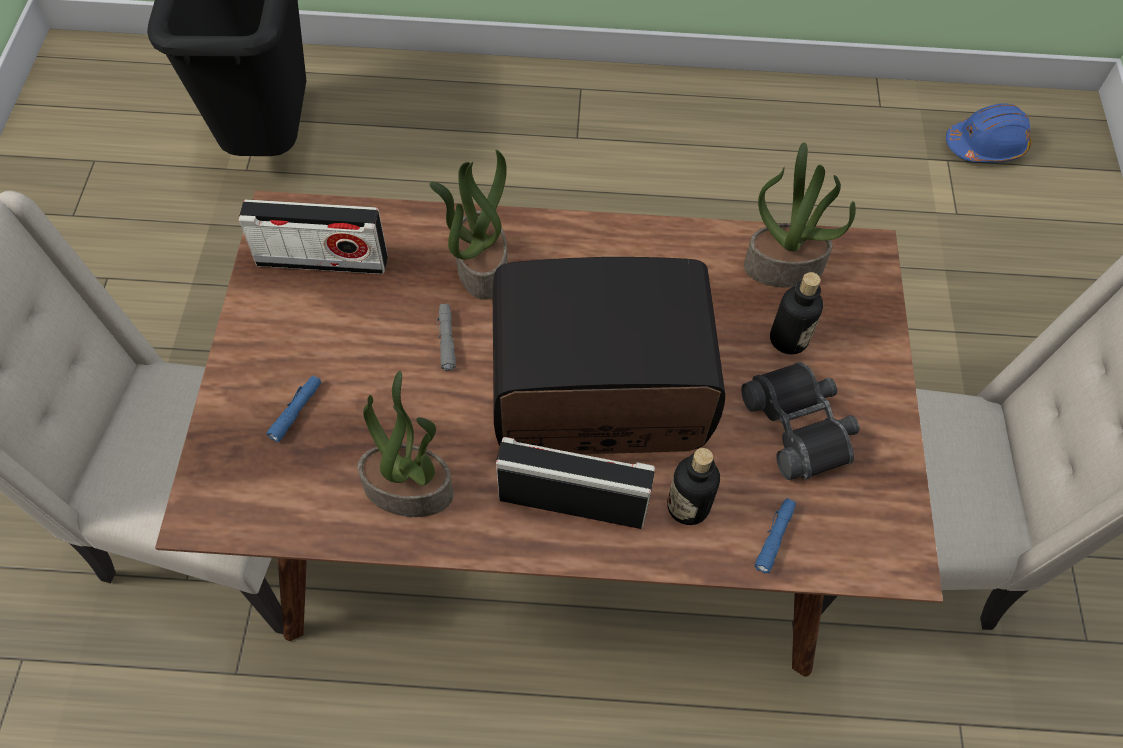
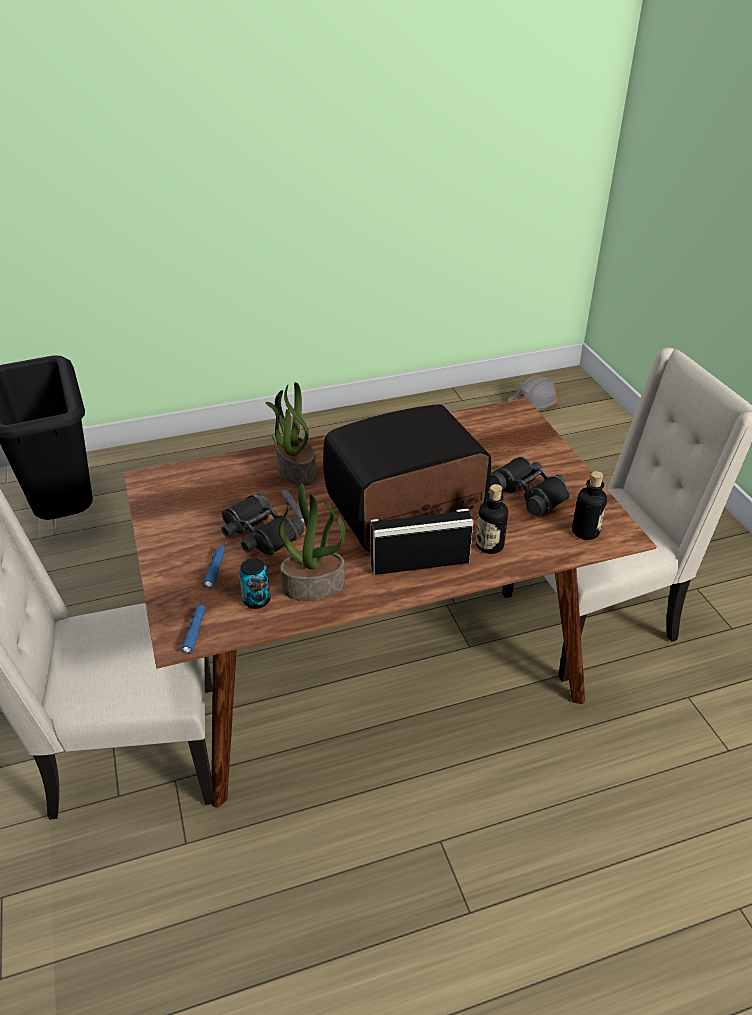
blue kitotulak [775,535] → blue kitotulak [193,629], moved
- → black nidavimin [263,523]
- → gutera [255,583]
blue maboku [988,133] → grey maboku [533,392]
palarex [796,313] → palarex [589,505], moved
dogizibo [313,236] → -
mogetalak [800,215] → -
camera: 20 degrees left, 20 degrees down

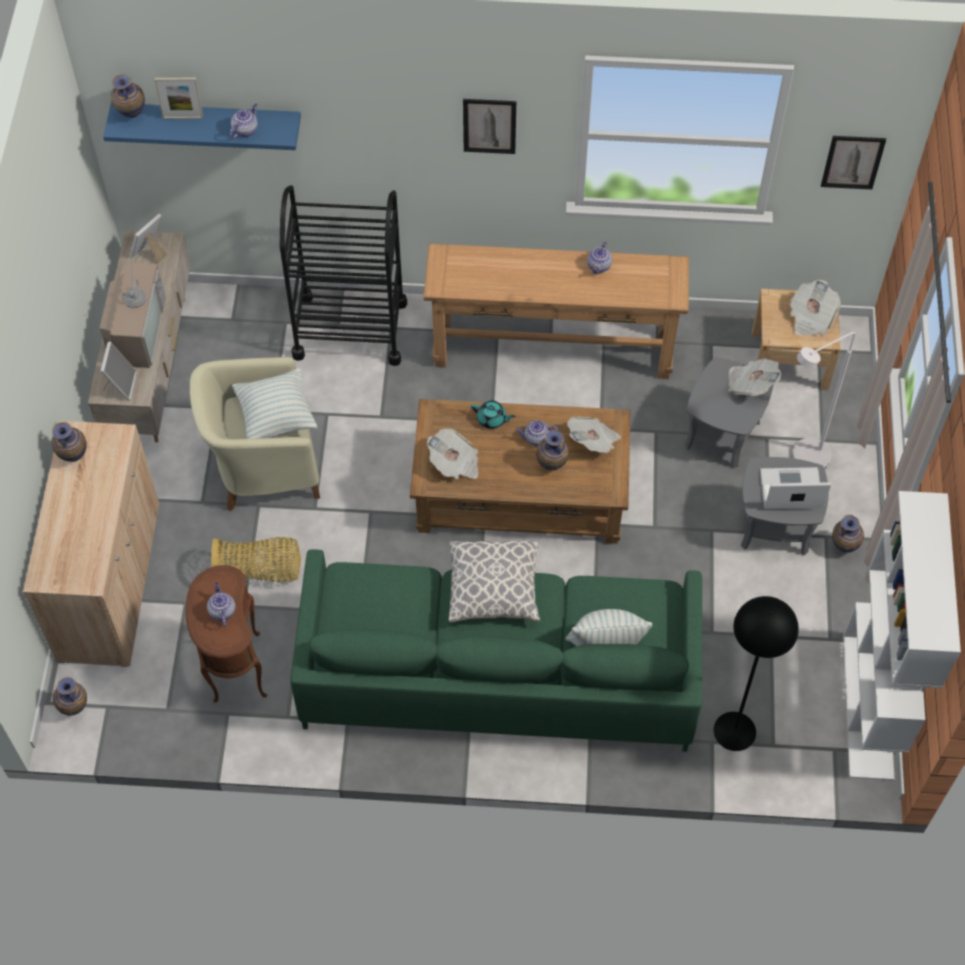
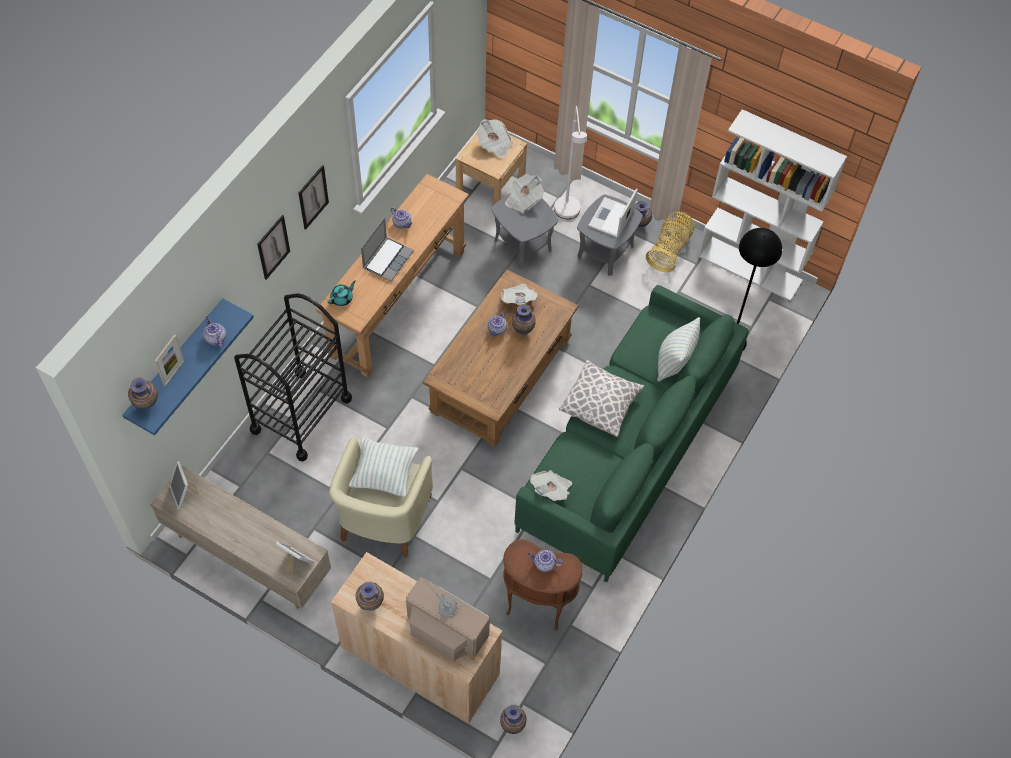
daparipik [853,162] → daparipik [273,247], moved
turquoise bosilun [493,414] → turquoise bosilun [342,293], moved
- → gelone [387,249]
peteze [133,307] → peteze [448,619], moved
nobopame [452,453] → nobopame [551,485], moved
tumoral [256,560] → tumoral [670,241], moved
camera: 65 degrees left, 0 degrees up

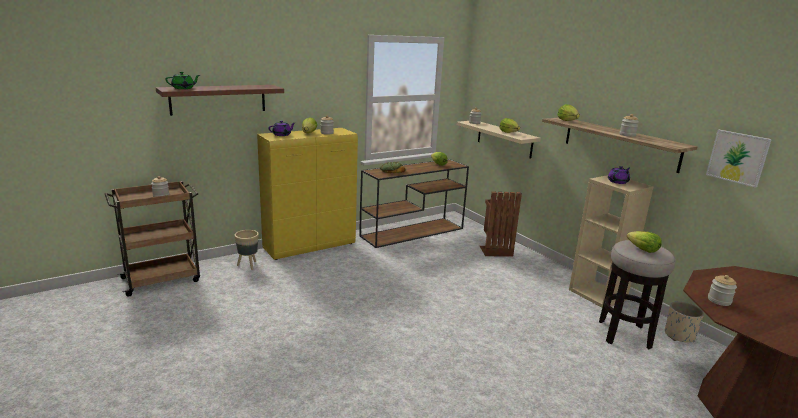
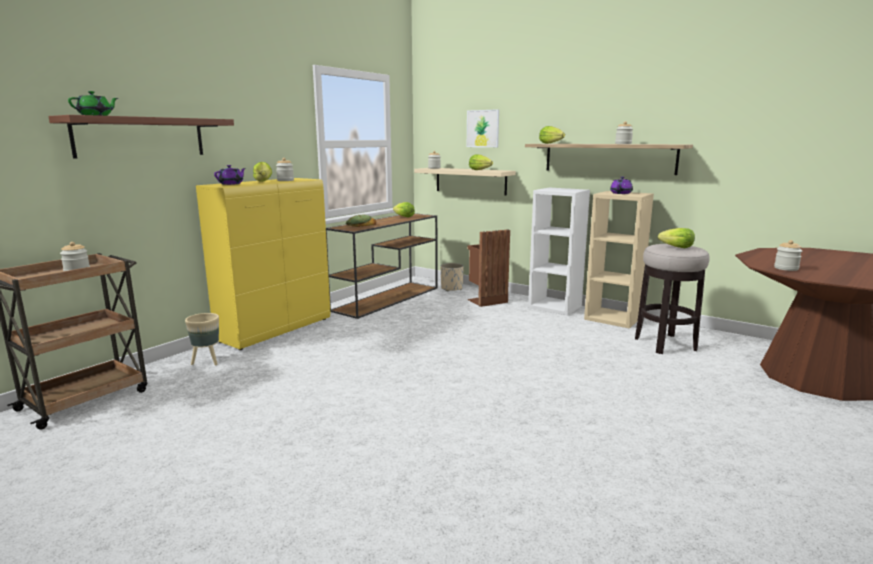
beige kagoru [684,322] → beige kagoru [452,277], moved
daparipik [739,159] → daparipik [483,128], moved
- → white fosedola [559,251]
camera: 20 degrees left, 5 degrees down

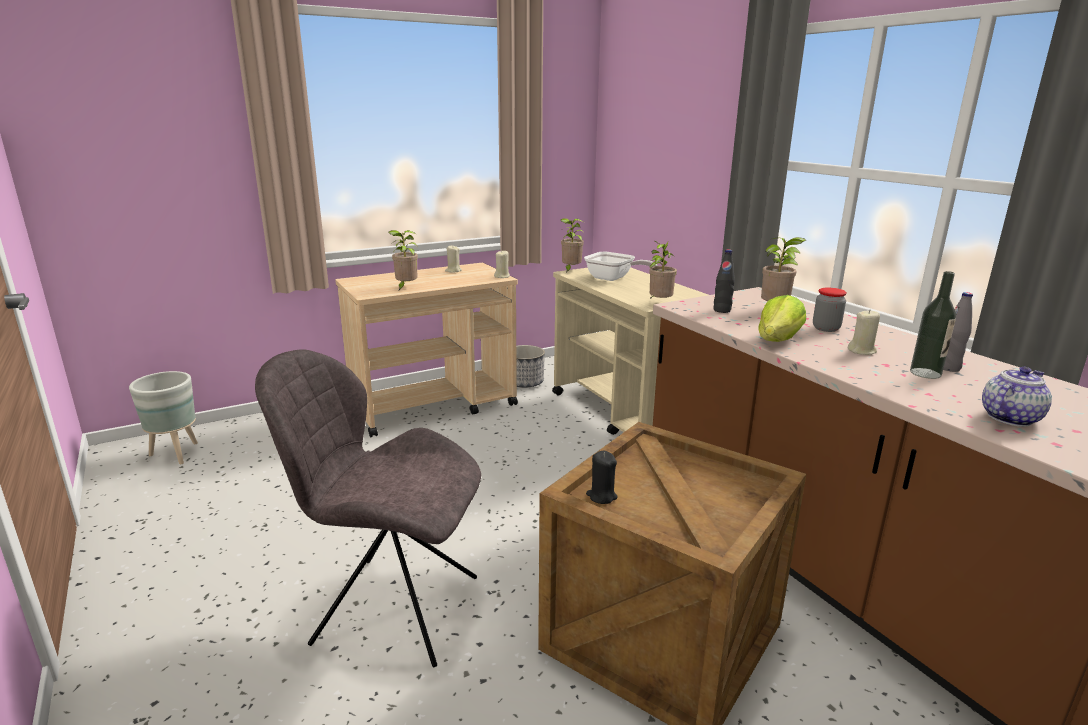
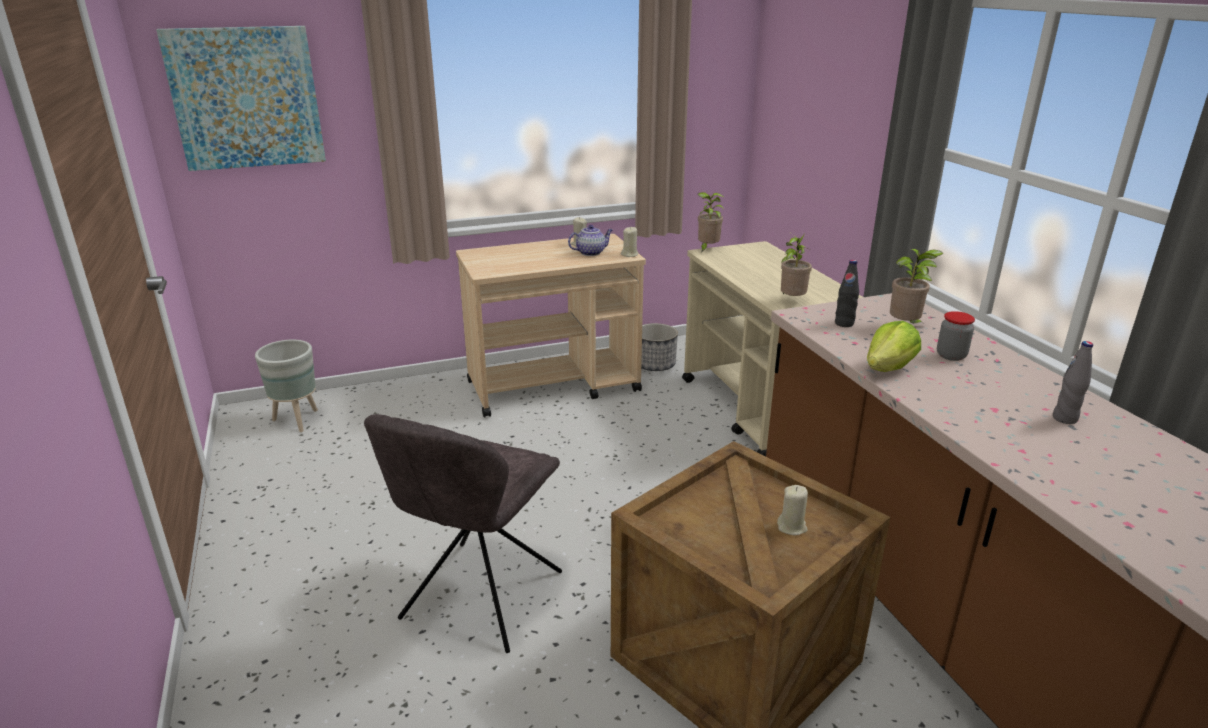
- → daparipik [241,98]
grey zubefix [368,508] → grey zubefix [463,533], 90 degrees counterclockwise
bosilun [1017,397] → bosilun [590,240], moved
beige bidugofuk [864,332] → beige bidugofuk [792,510], moved
mogetalak [403,260] → -
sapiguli [620,266] → -
black bidugofuk [602,477] → -
palarex [933,325] → -
camera: 10 degrees right, 5 degrees up

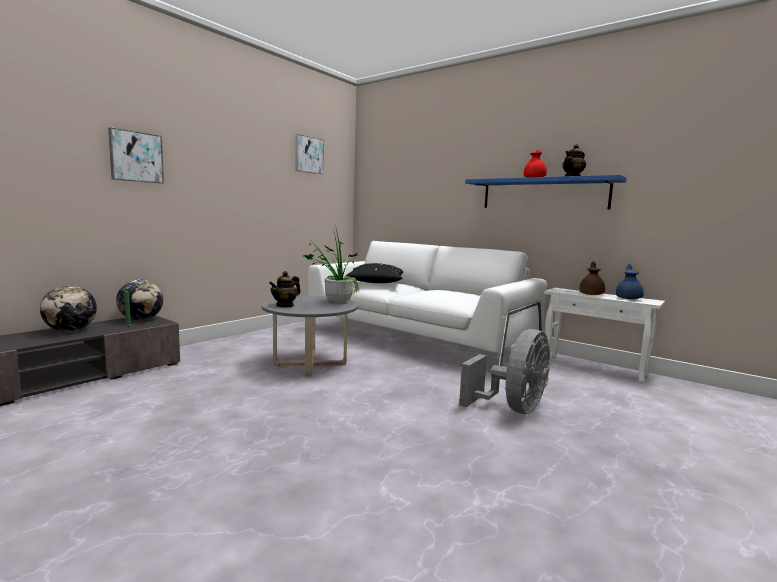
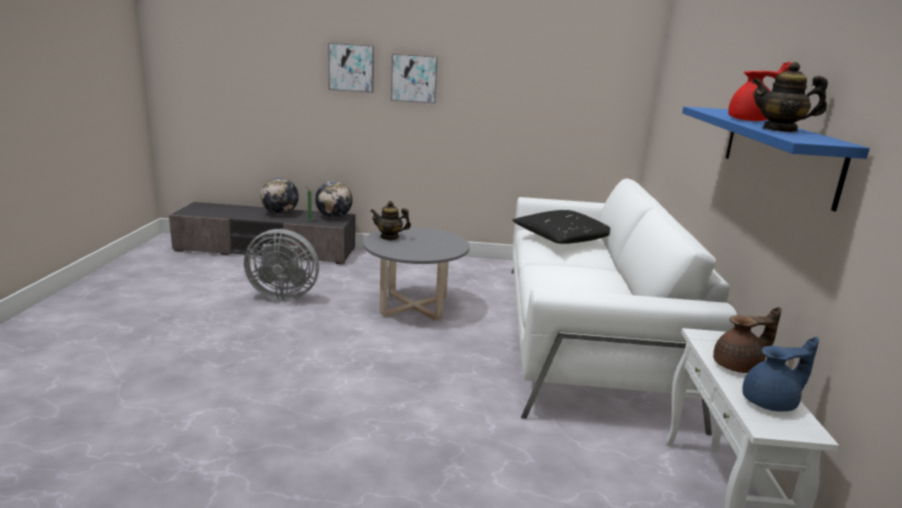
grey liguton [505,371] → grey liguton [281,265], moved
daparipik [309,154] → daparipik [414,79], moved
mogetalak [331,264] → -
camera: 55 degrees right, 10 degrees up

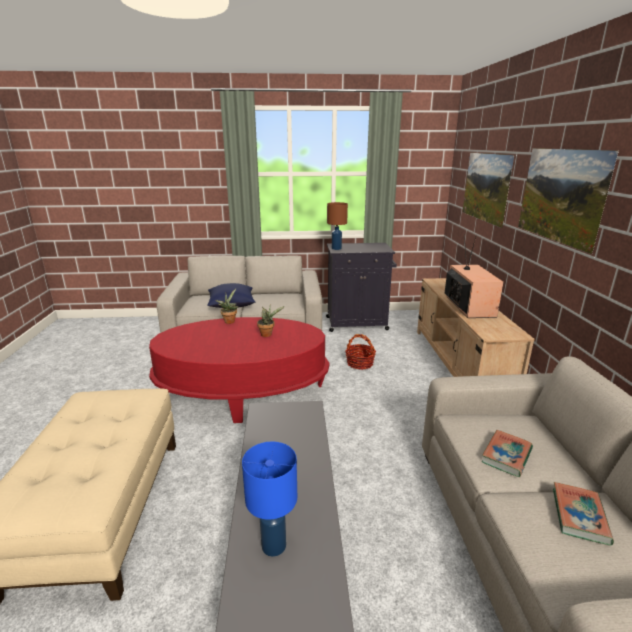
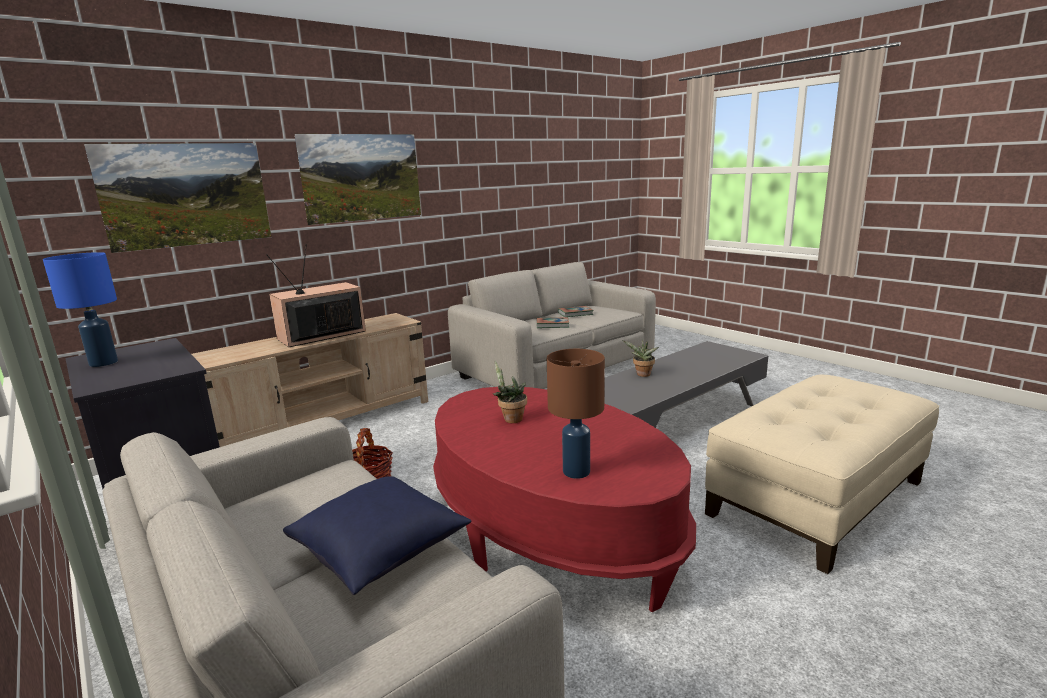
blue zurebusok [269,499] → blue zurebusok [80,309], moved
brown zurebusok [337,226] → brown zurebusok [576,414], moved
mogetalak [226,306] → mogetalak [640,358], moved
camera: 125 degrees left, 5 degrees down

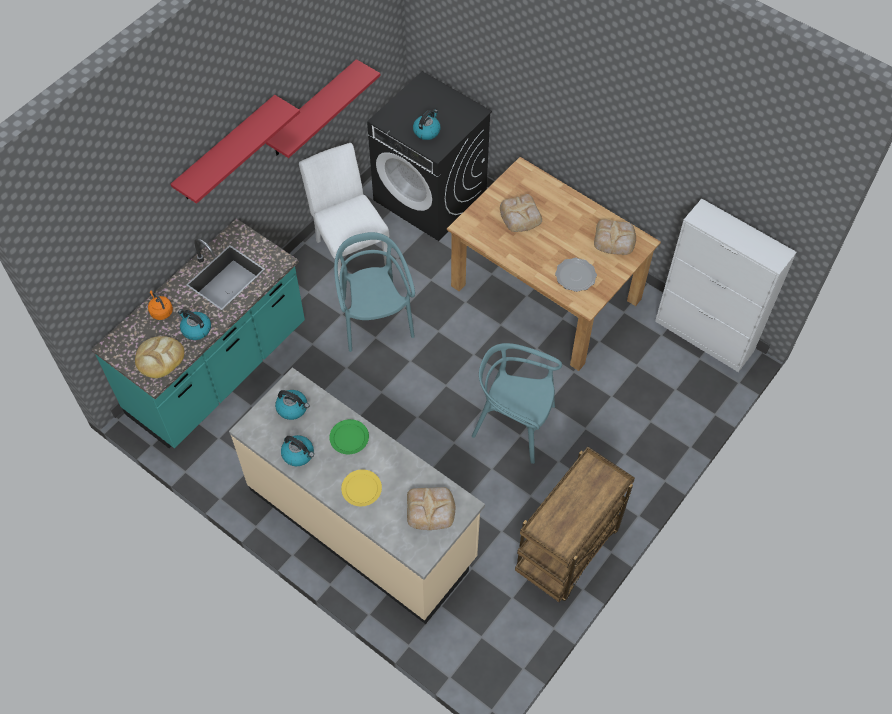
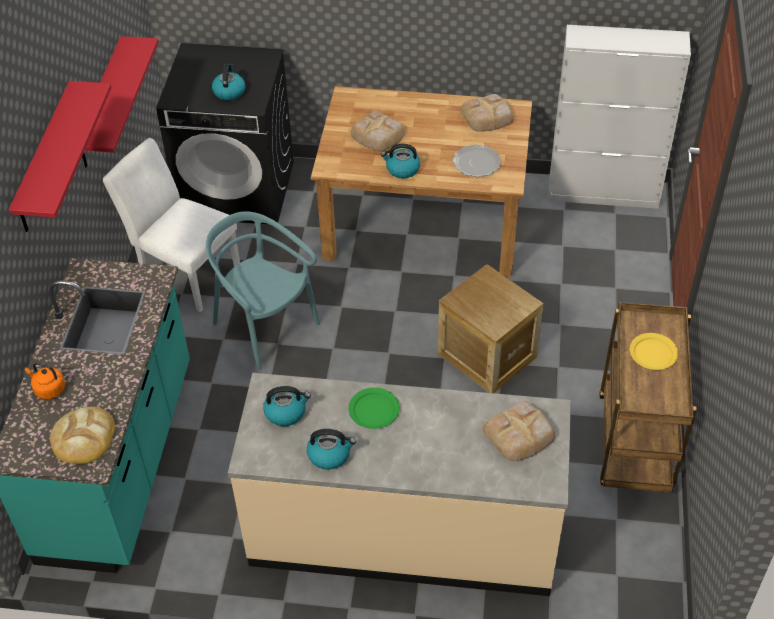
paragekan [194,324] → paragekan [400,161], moved
turquoise zubefix [517,403] → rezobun [491,328]
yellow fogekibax [361,488] → yellow fogekibax [654,351], moved
camera: 30 degrees left, 10 degrees down

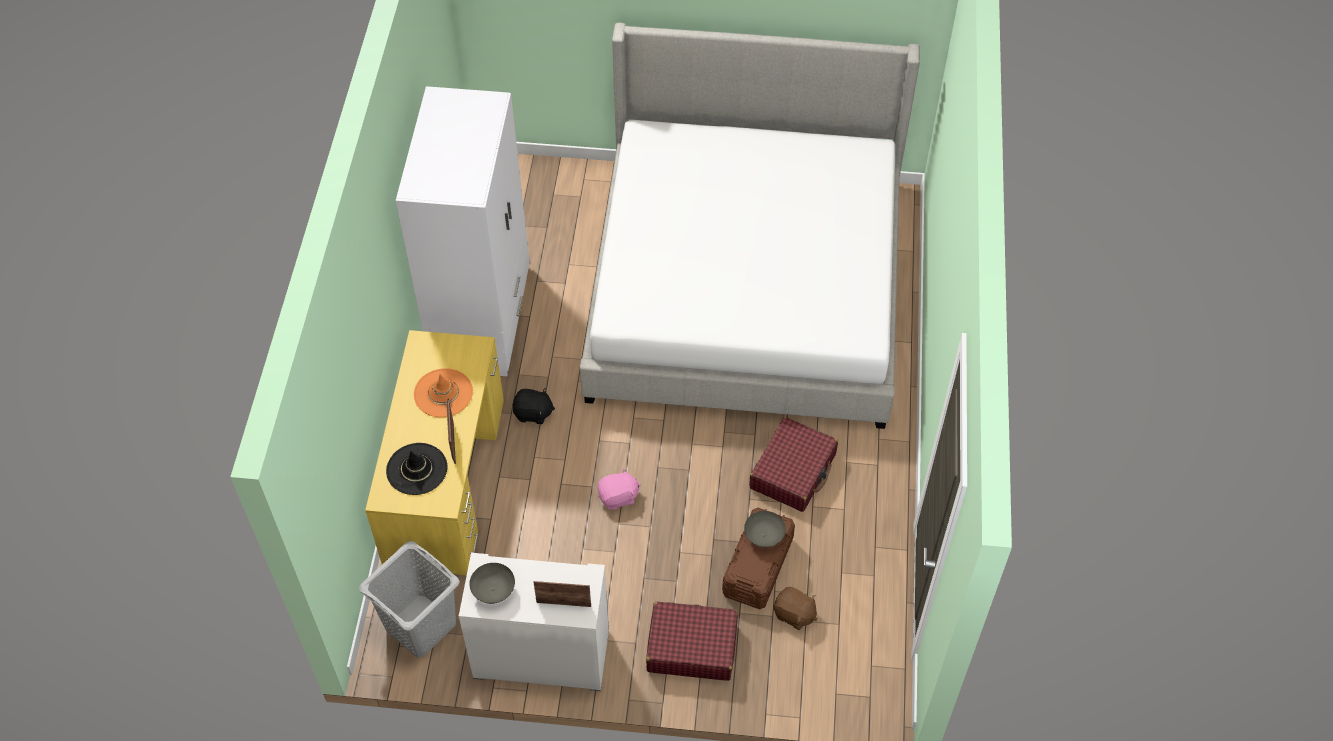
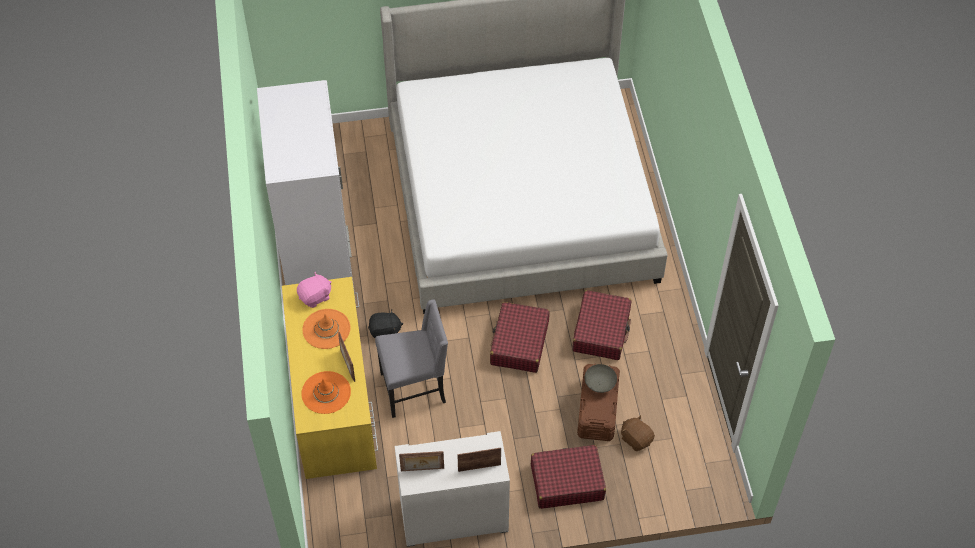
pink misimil [619,489] → pink misimil [314,290], moved
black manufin [416,469] → orange manufin [326,392]
- → grey zubefix [411,358]
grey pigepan [492,583] → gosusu [421,461]
- → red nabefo [520,337]
brown misimil [795,608] → brown misimil [638,433], 150 degrees counterclockwise
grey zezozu [409,599] → -
camera: 15 degrees left, 0 degrees up

